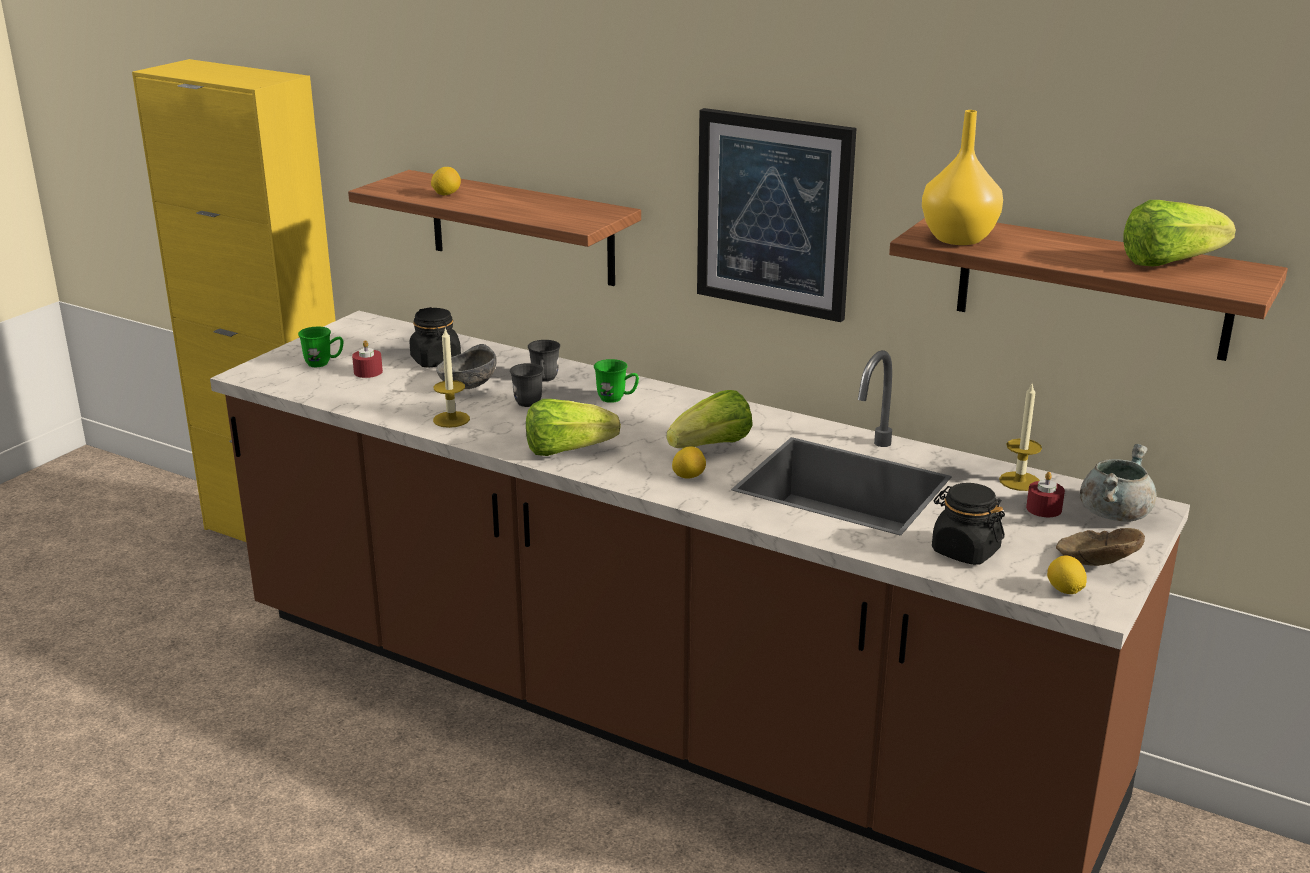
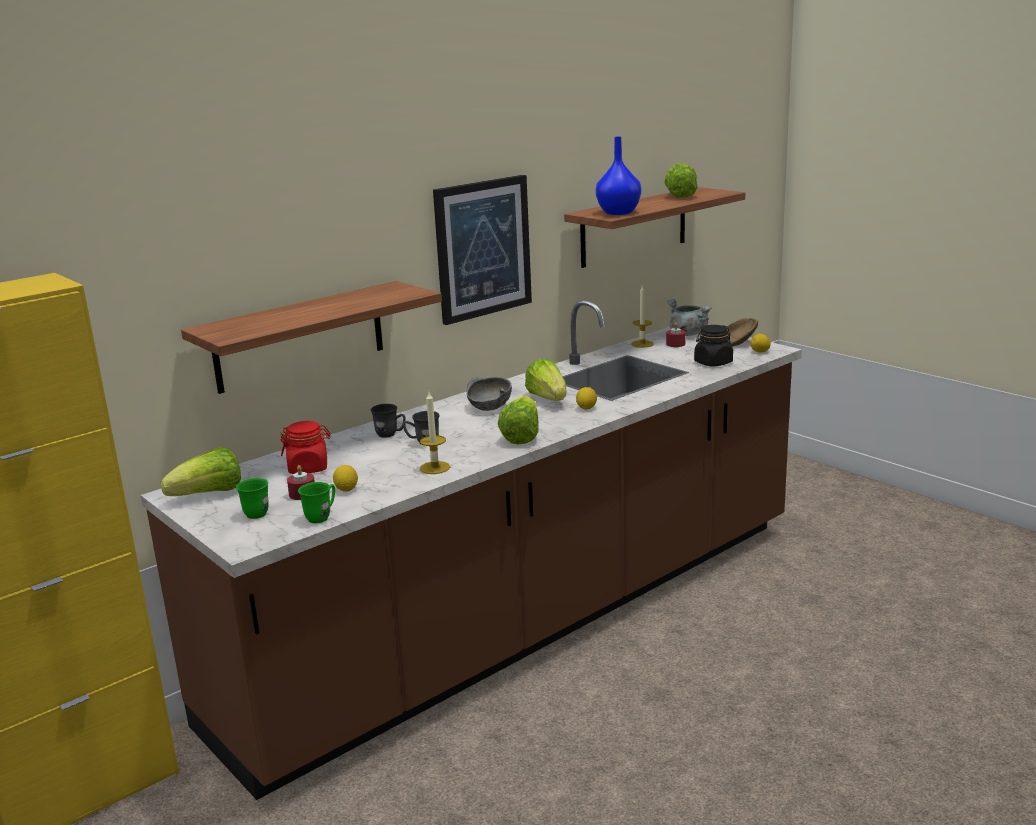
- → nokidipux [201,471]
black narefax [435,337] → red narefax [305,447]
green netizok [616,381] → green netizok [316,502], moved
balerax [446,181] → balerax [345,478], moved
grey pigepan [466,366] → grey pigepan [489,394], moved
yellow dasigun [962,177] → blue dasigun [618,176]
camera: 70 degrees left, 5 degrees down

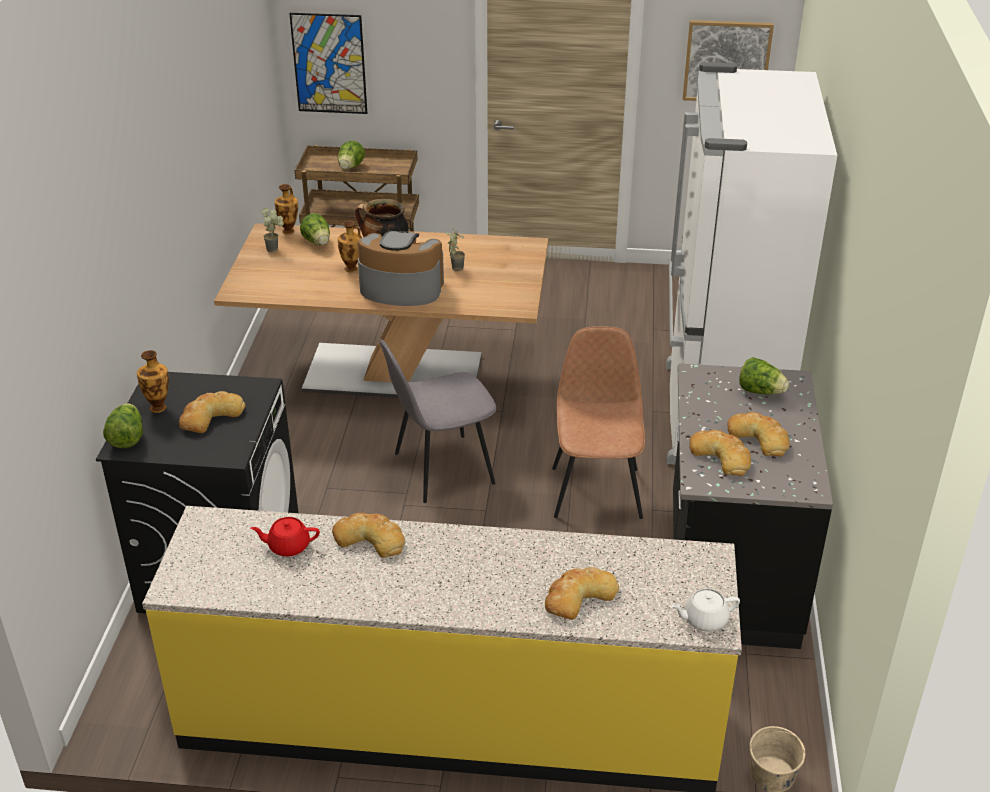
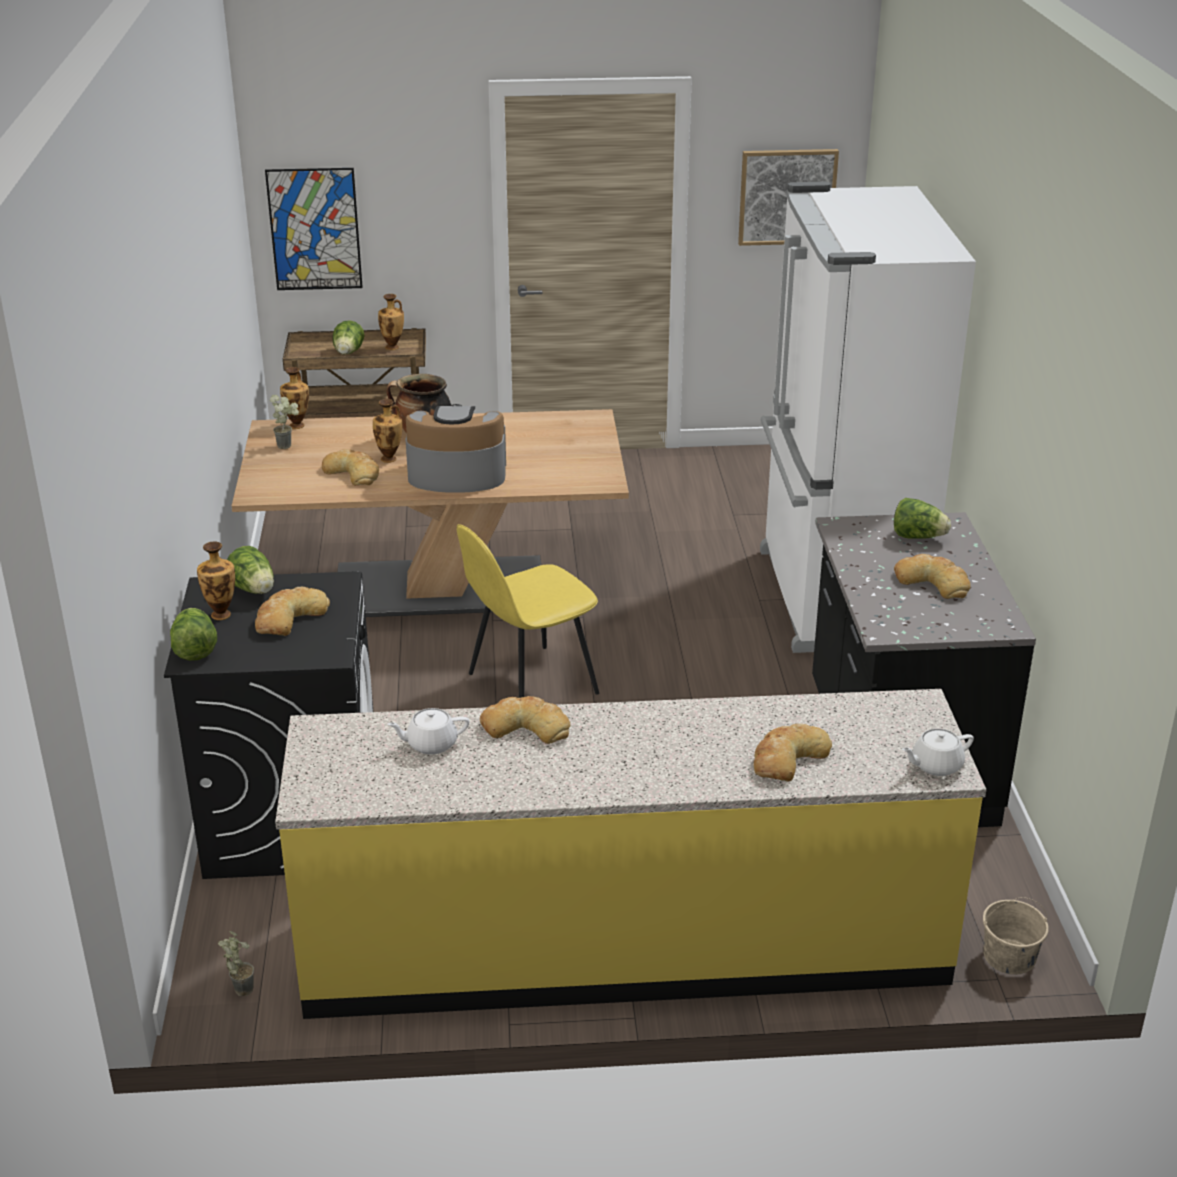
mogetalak [455,250] → mogetalak [236,963], moved
nokidipux [315,229] → nokidipux [250,570], moved
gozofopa [720,453] → gozofopa [350,467], moved
- → dasigun [391,322]
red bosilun [285,537] → white bosilun [428,731]
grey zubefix [437,421] → yellow zubefix [528,611]
brown zubefix [598,422] → -
camera: 10 degrees left, 5 degrees down

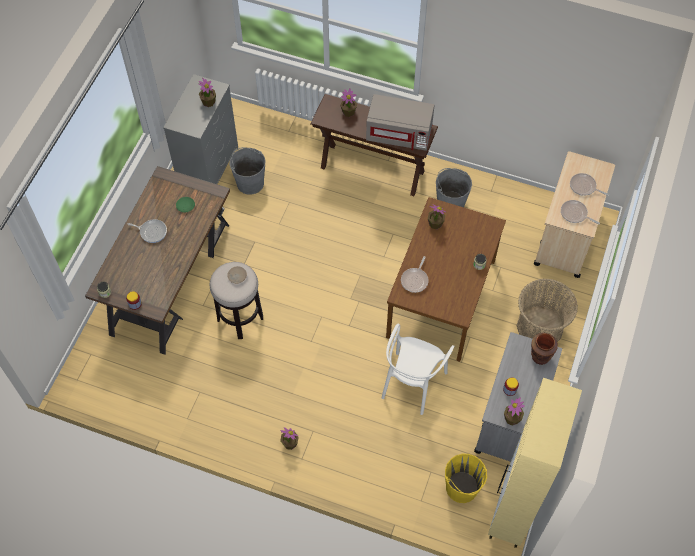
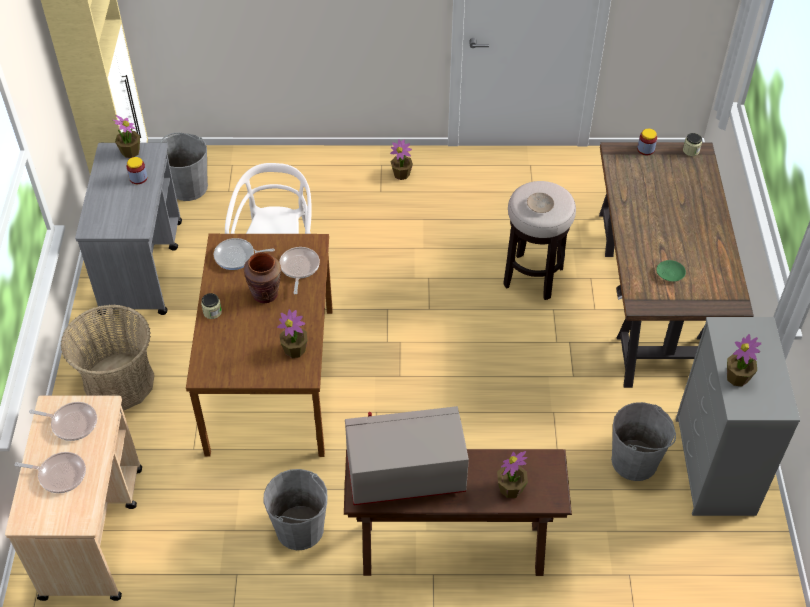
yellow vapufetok [466,478] → grey vapufetok [184,167]
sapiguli [147,231] → sapiguli [244,254], moved
brown dasigun [544,349] → brown dasigun [262,277], moved
camera: 160 degrees right, 10 degrees down

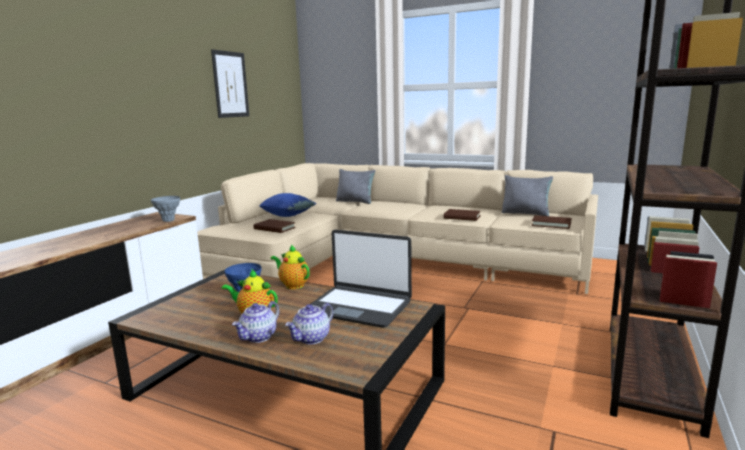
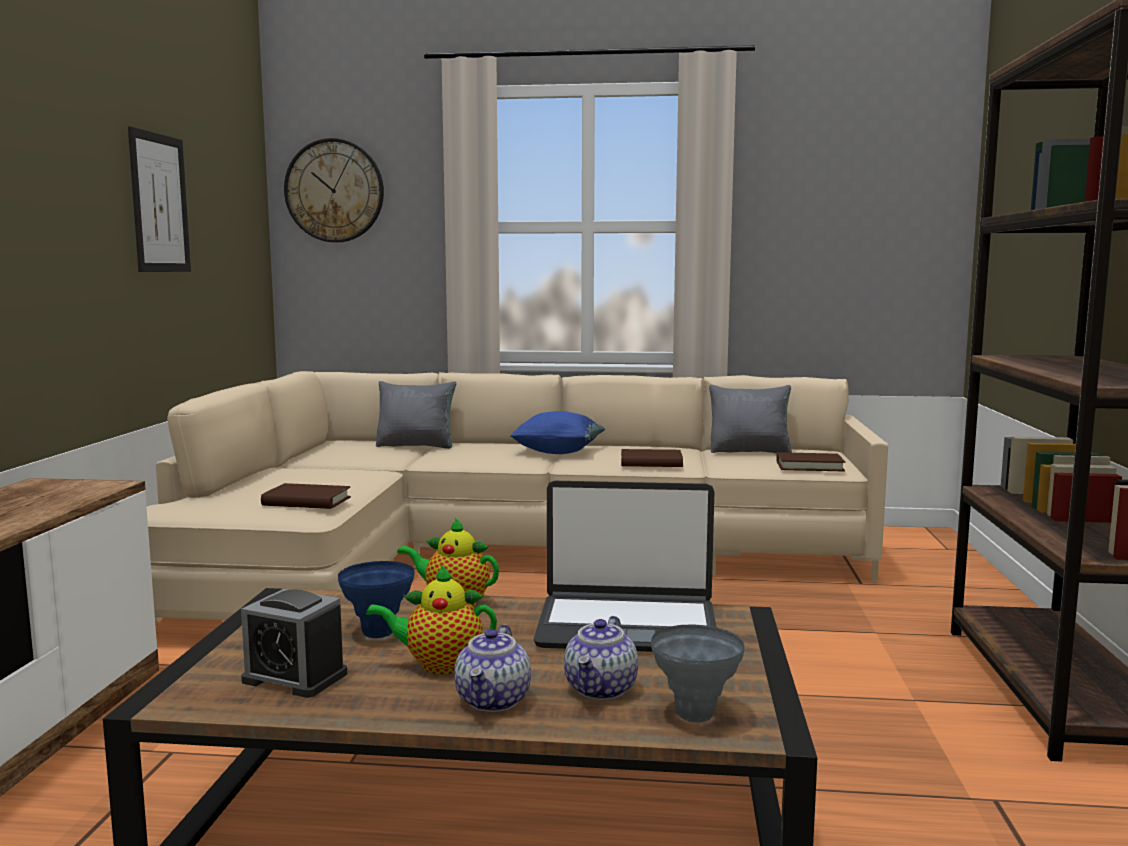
- → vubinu [294,643]
- → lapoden [334,190]
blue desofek [288,205] → blue desofek [557,432], moved
grey dasigun [165,209] → grey dasigun [697,673], moved
camera: 20 degrees left, 5 degrees down

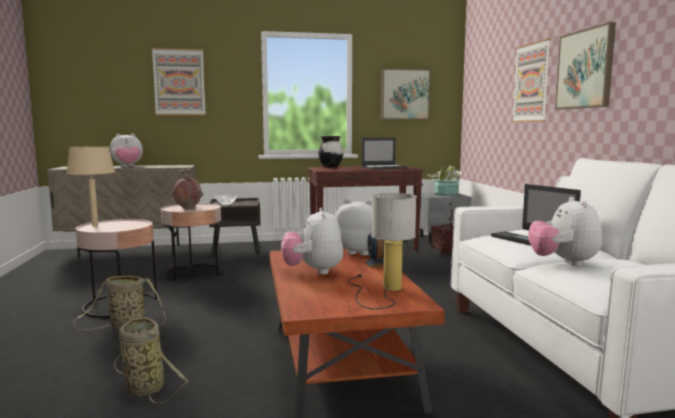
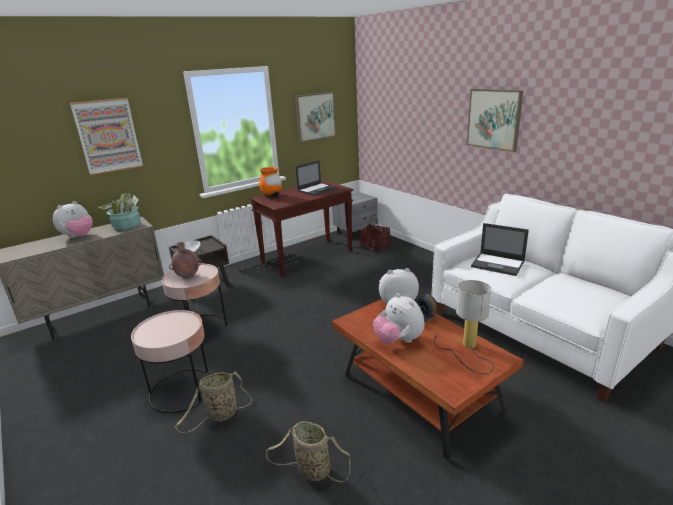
mogetalak [444,181] → mogetalak [120,211], moved
black dasigun [330,152] → orange dasigun [270,182]
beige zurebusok [90,186] → -
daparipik [531,80] → -
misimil [565,231] → -
camera: 25 degrees left, 15 degrees up

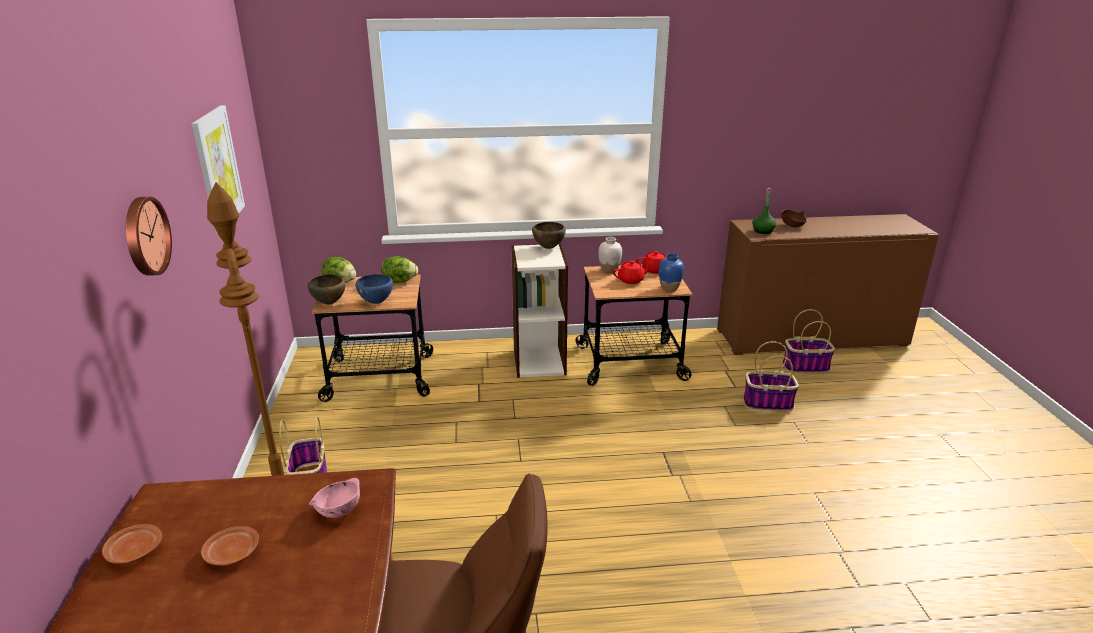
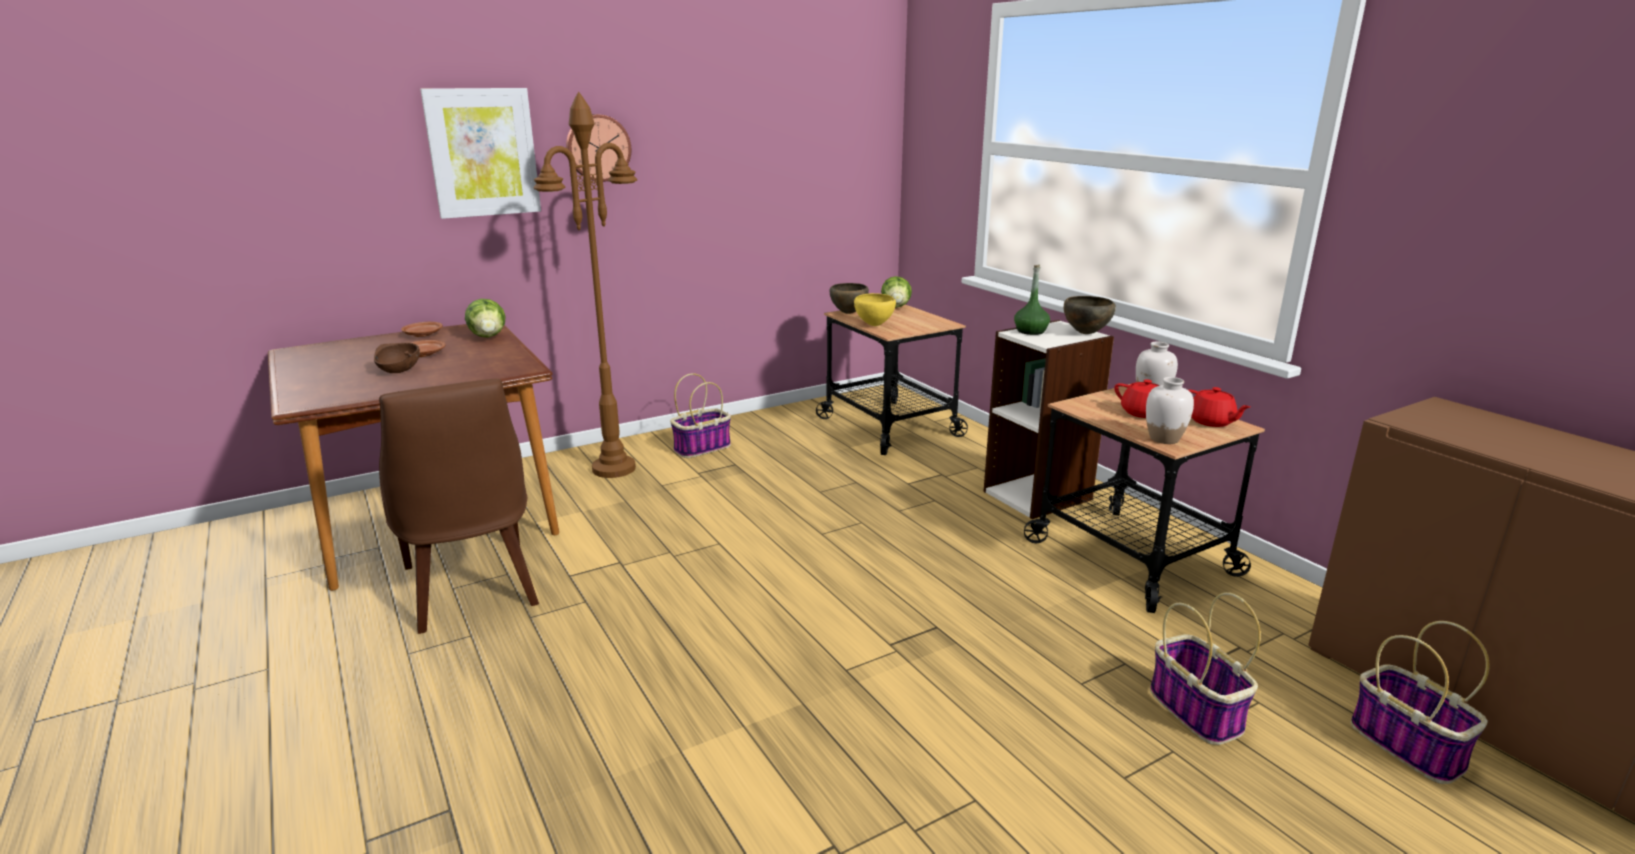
brown pigepan [794,218] → brown pigepan [397,358], moved
daparipik [218,169] → daparipik [480,153], moved
nokidipux [400,269] → nokidipux [485,318], moved
blue pigepan [374,289] → yellow pigepan [875,309]
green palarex [764,211] → green palarex [1032,300], moved
blue dasigun [671,272] → white dasigun [1170,410]
pink pigepan [334,498] → -
camera: 65 degrees right, 5 degrees down

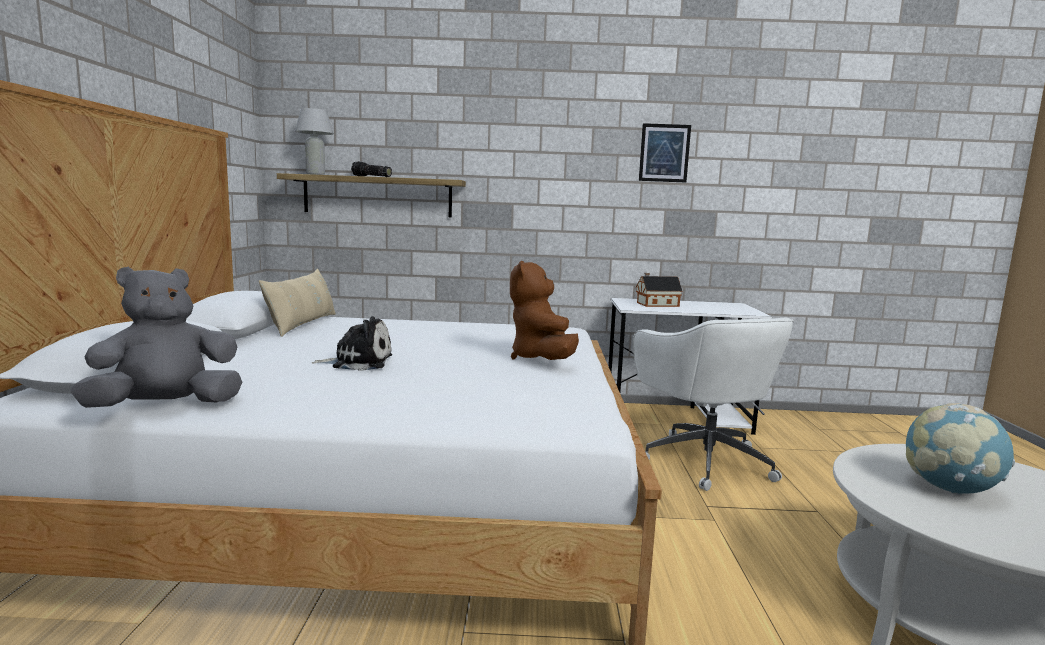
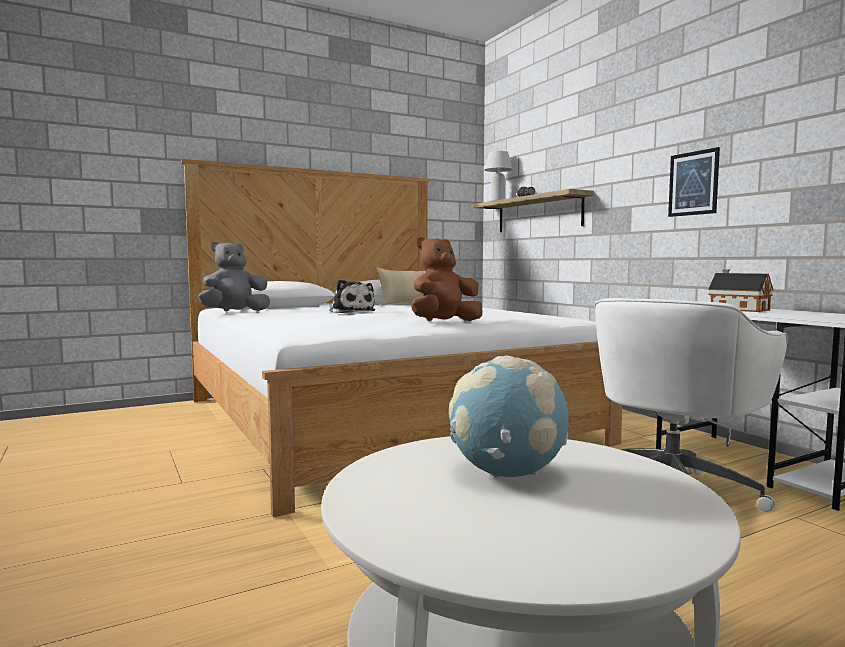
grey misimil [156,337] → grey misimil [234,276], 60 degrees counterclockwise
daparipik [665,152] → daparipik [694,182], moved
camera: 60 degrees right, 5 degrees down

